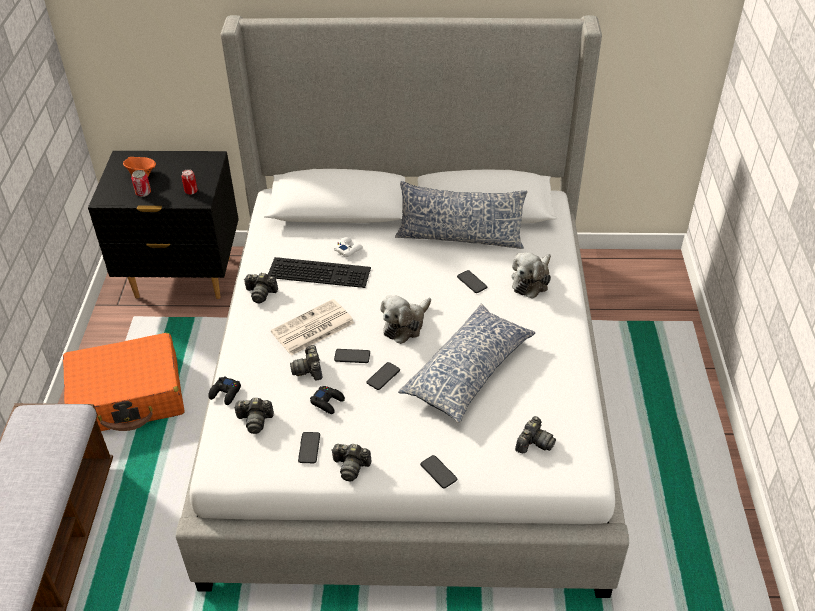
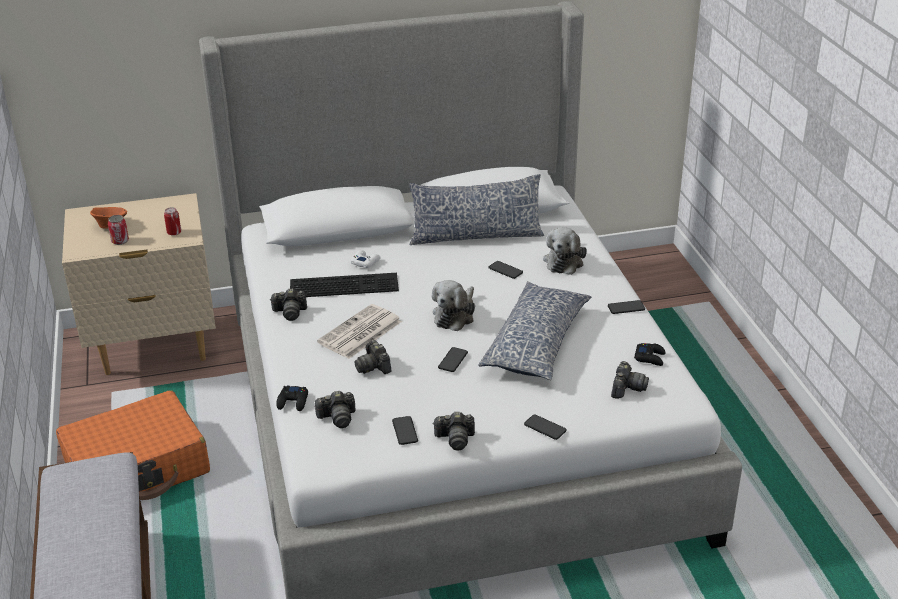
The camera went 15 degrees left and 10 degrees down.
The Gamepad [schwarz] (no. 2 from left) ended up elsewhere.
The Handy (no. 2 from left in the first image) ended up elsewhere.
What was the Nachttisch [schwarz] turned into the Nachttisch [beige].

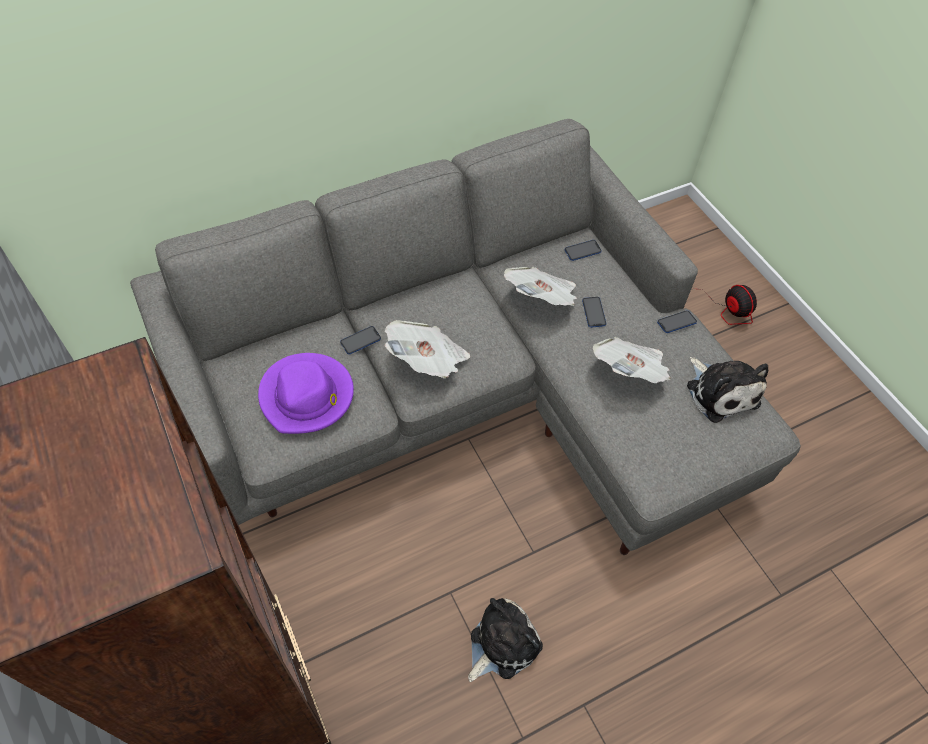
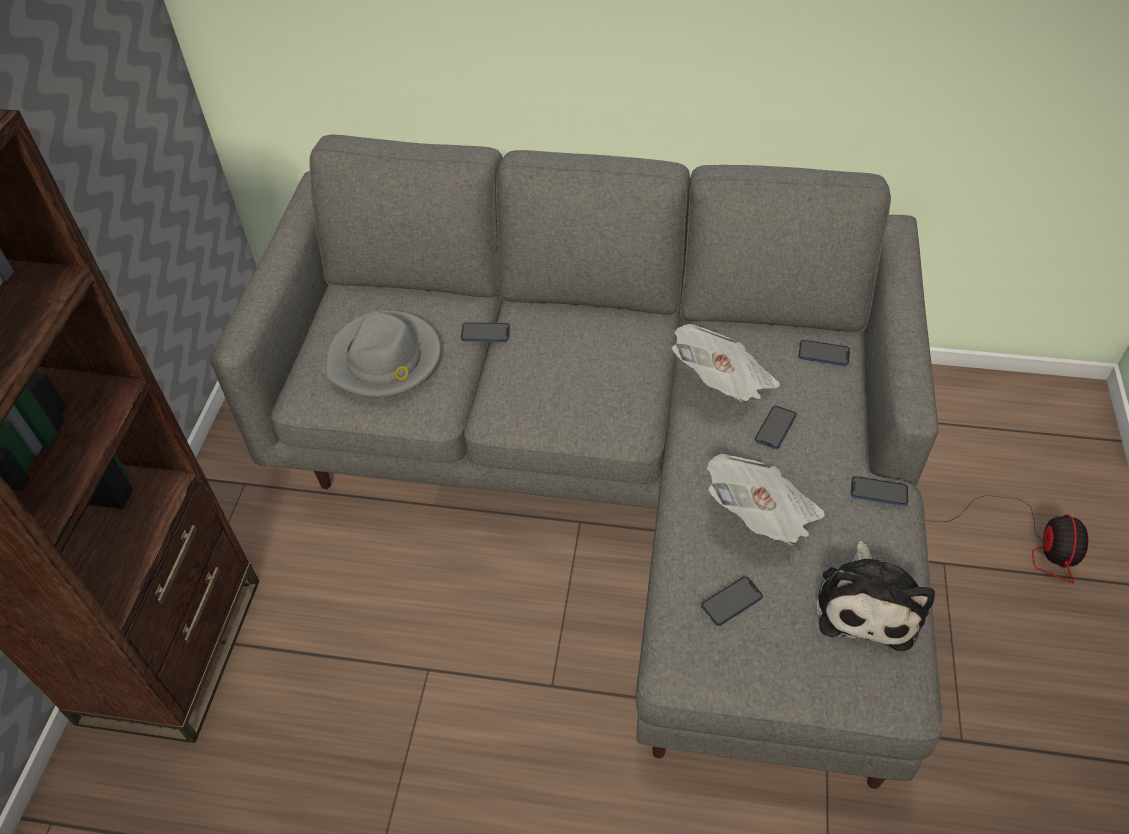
The camera went 40 degrees right and 5 degrees down.
The second view lost the Zeitung (no. 1 from left).
The second view lost the Plüschtier (no. 1 from left).
The second view gained the Handy (no. 2 from left).
What was the Hut [lila] turned into the Hut [grau].

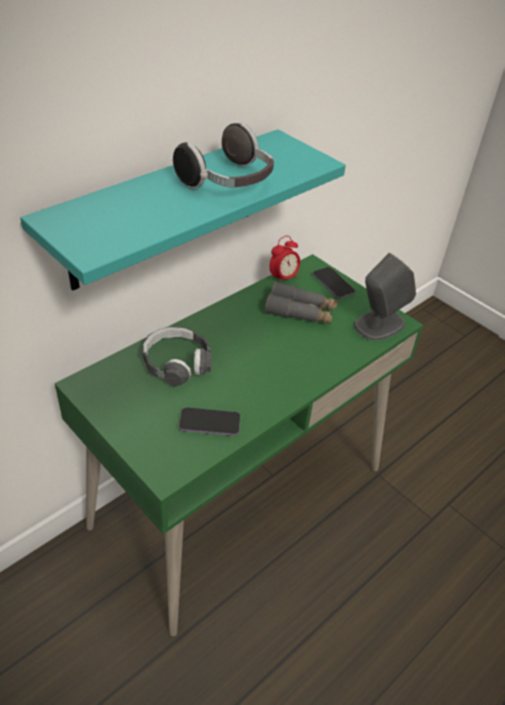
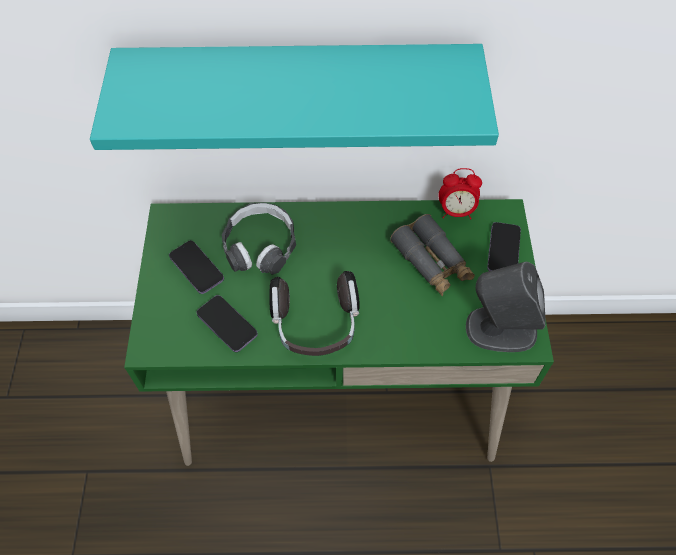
The camera went 45 degrees right and 15 degrees up.
The second view gained the Handy (no. 1 from left).
The Kopfhörer (no. 2 from left) ended up elsewhere.

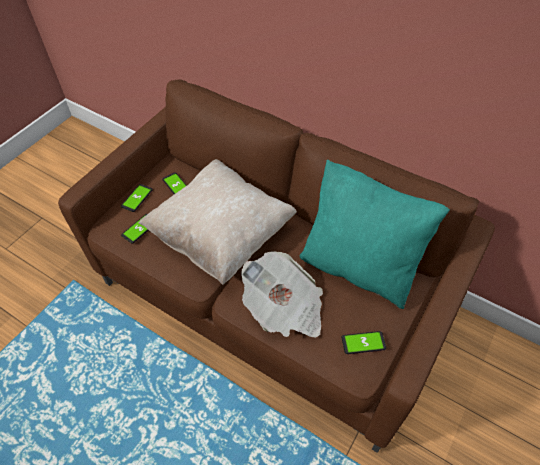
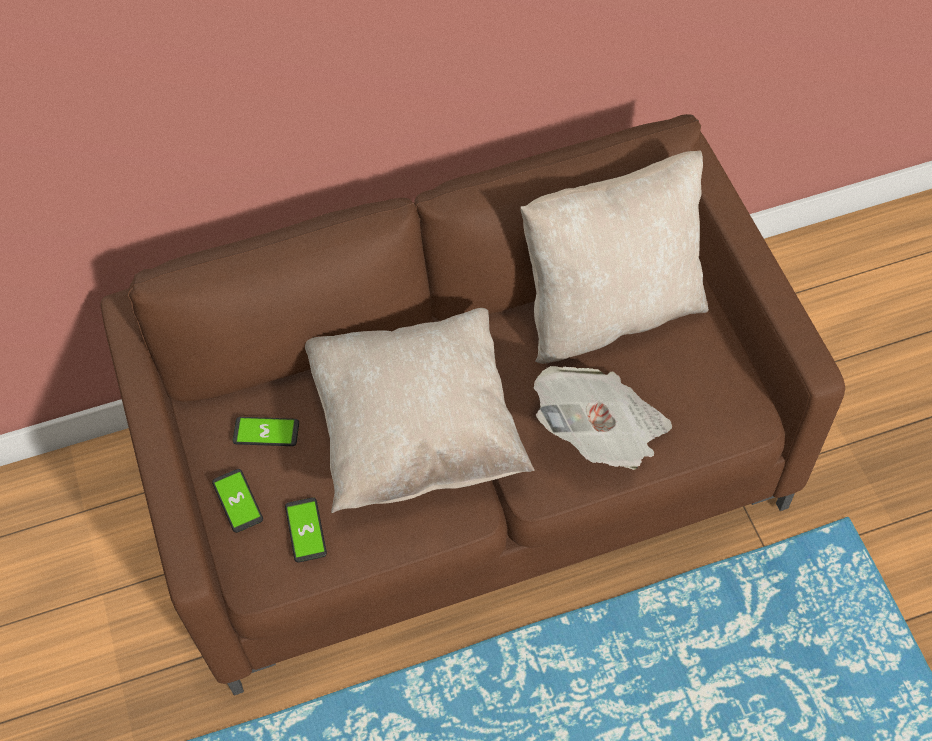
The camera went 50 degrees left and 5 degrees up.
The second view lost the Handy (no. 4 from left).
What was the Kissen [türkis] turned into the Kissen [beige] (no. 2 from left).

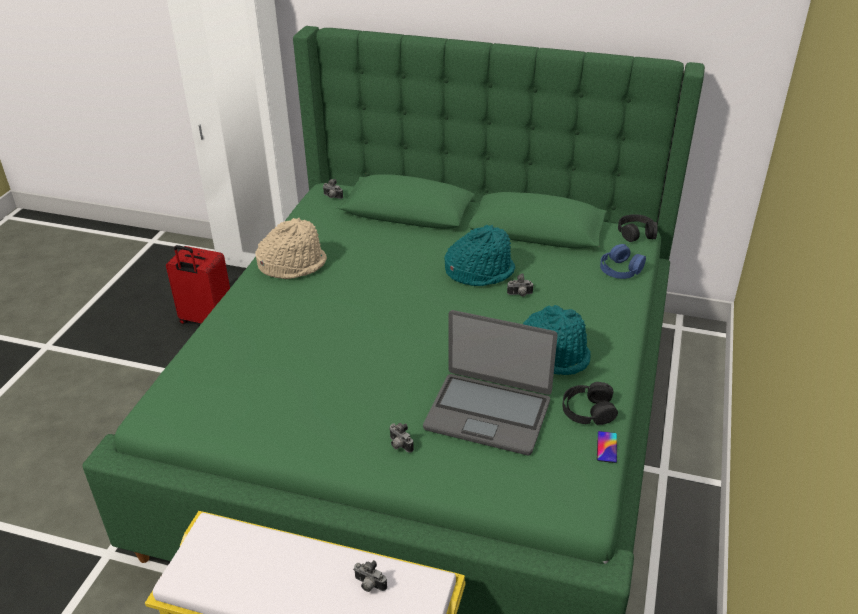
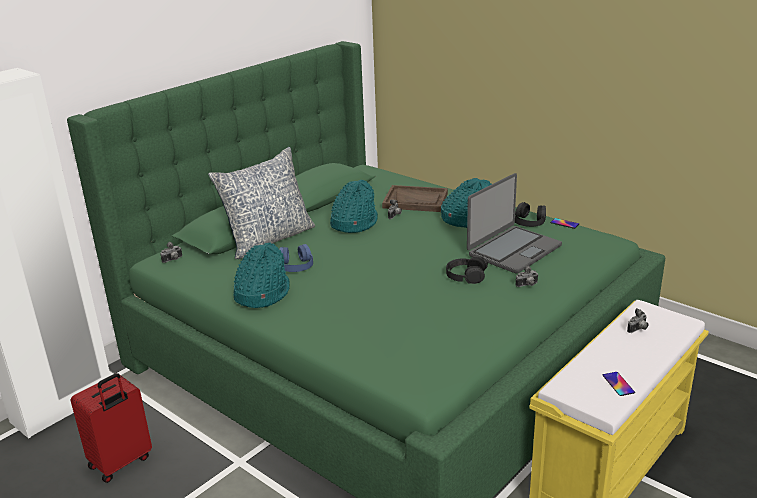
The camera went 65 degrees left and 10 degrees down.
The second view gained the Kissen.
The second view gained the Tablett [braun].
The second view gained the Handy (no. 2 from left).
The Kopfhörer [blau] ended up elsewhere.
The Kopfhörer [schwarz] (no. 2 from left in the first image) ended up elsewhere.
What was the Hut [beige] turned into the Hut [türkis] (no. 1 from left).

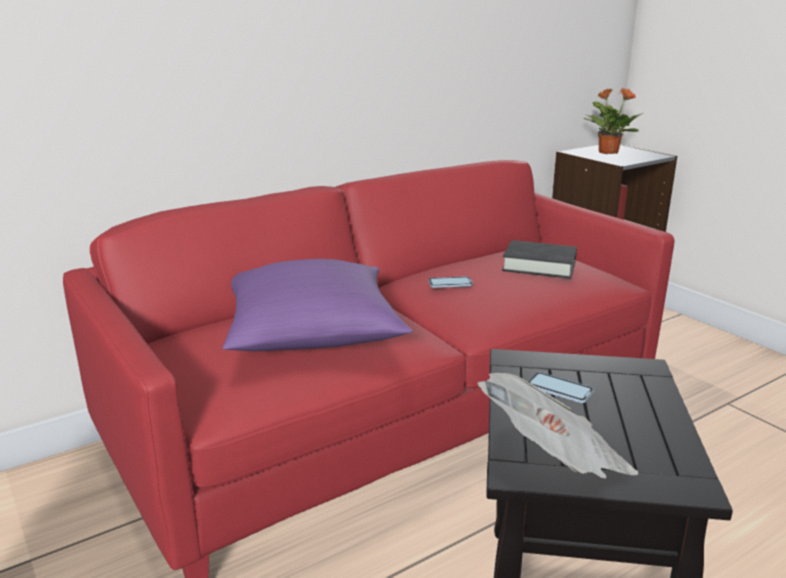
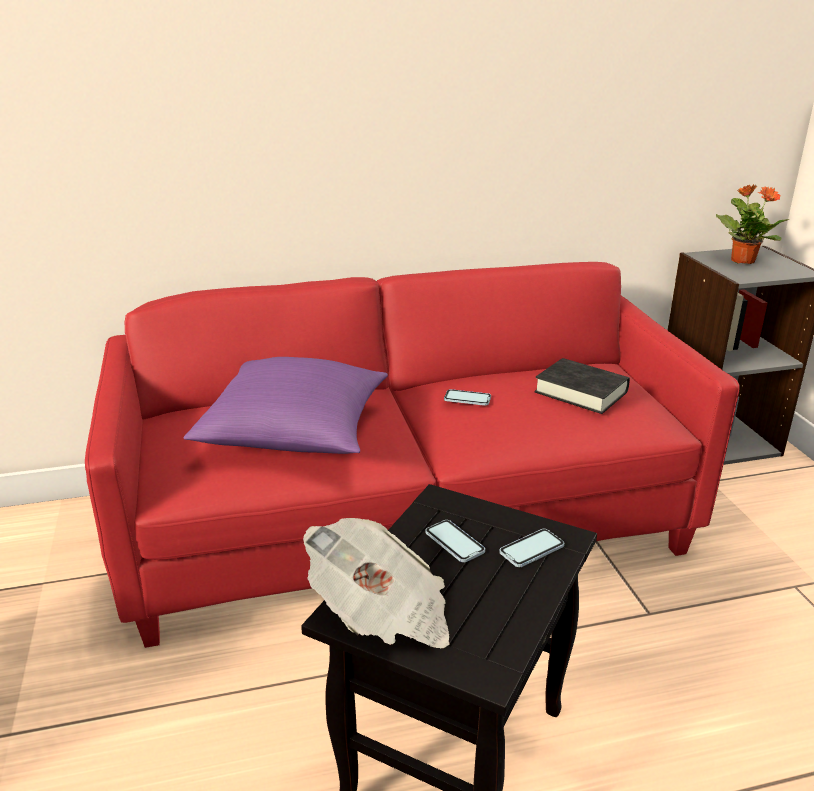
The camera went 20 degrees right and 5 degrees up.
The second view gained the Handy (no. 3 from left).

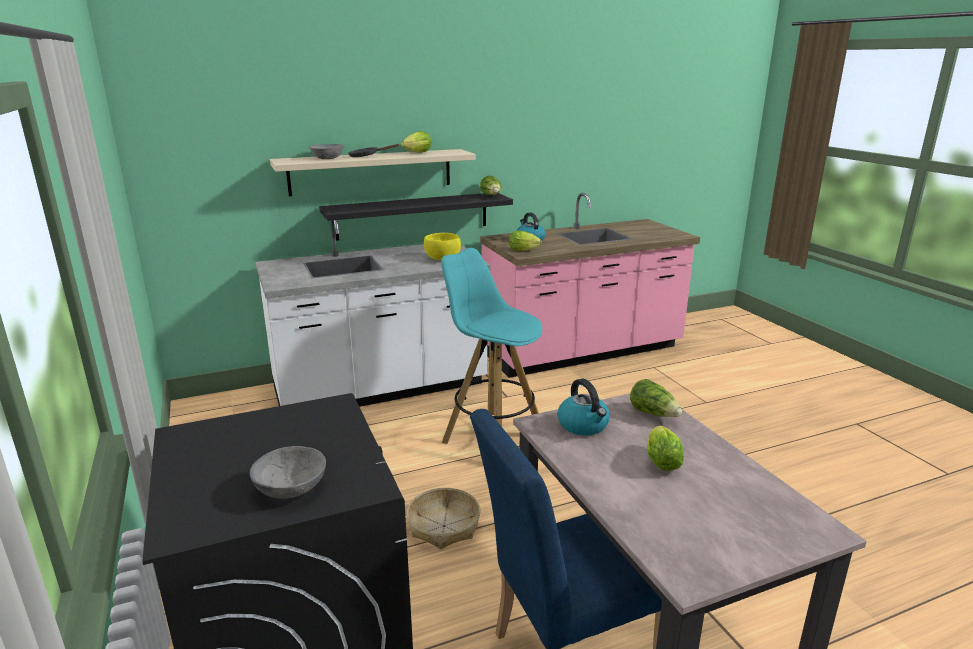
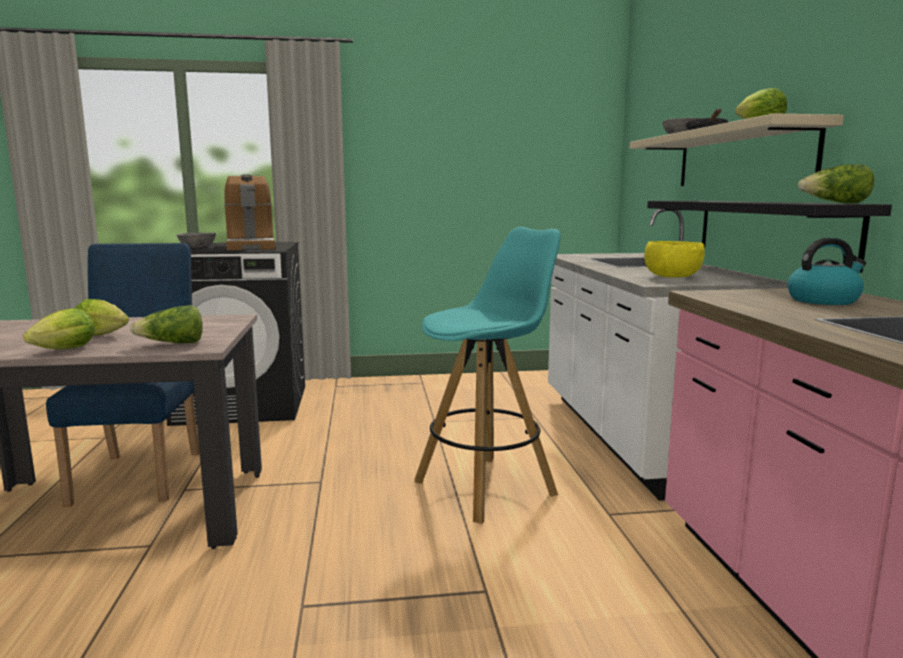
The camera went 105 degrees right and 10 degrees down.
The second view lost the Korb.
The second view lost the Wasserkessel (no. 2 from left).
The second view gained the Kaffeemaschine.
The Salatkopf (no. 3 from left in the first image) ended up elsewhere.

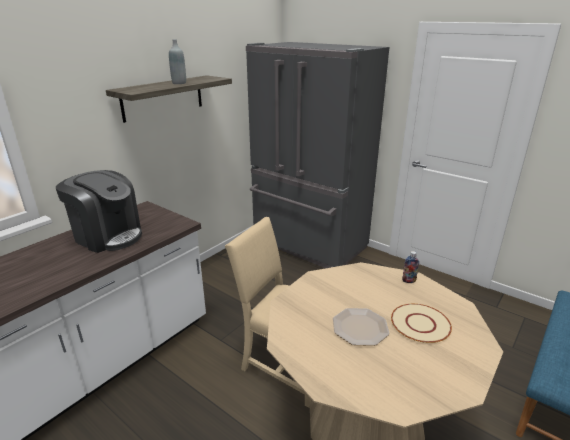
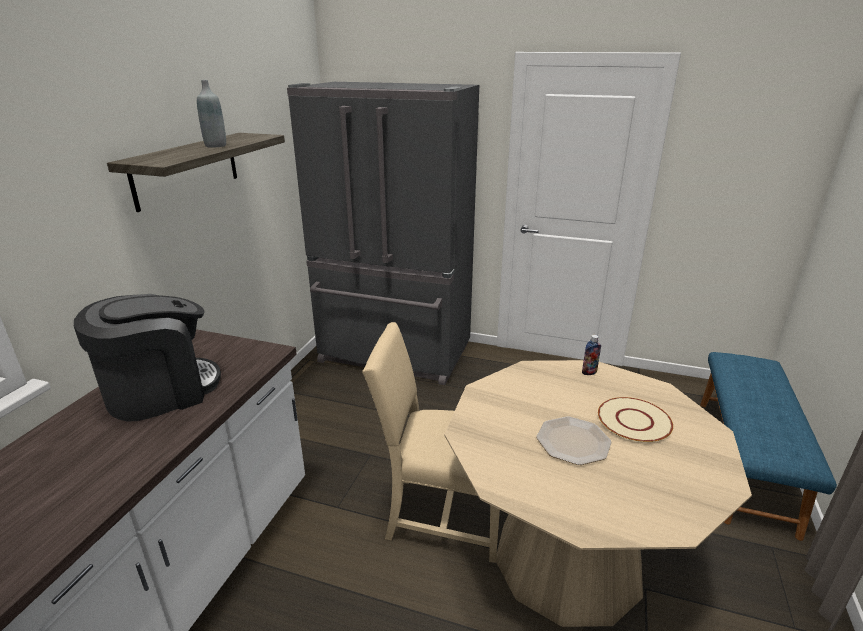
The camera went 20 degrees left and 0 degrees up.
The Kaffeemaschine ended up facing another way, 45 degrees counterclockwise from before.

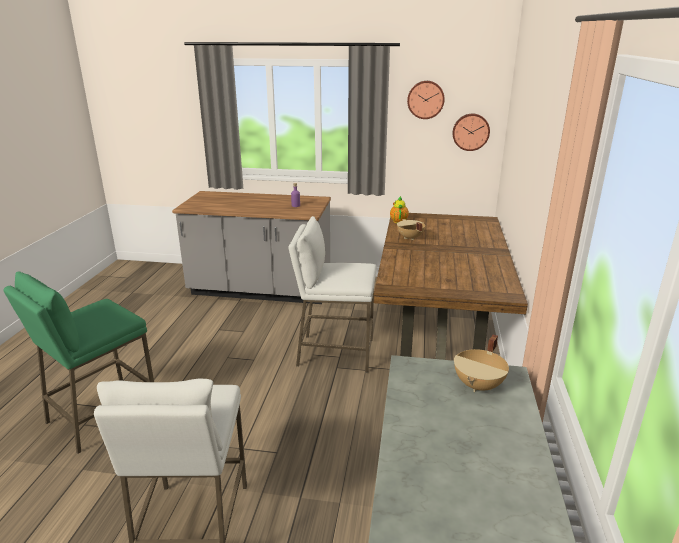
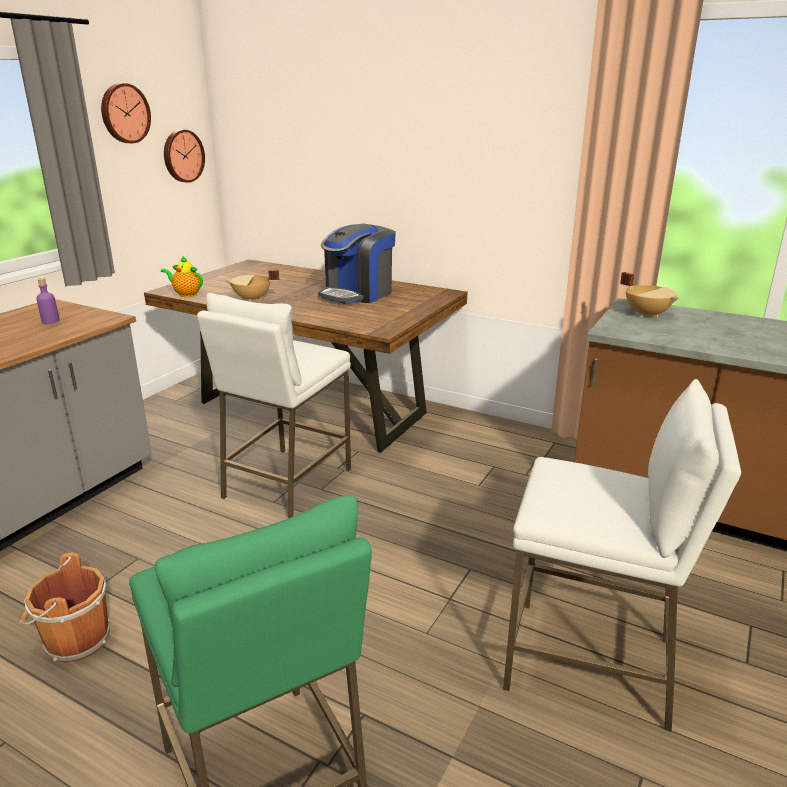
The camera went 70 degrees left and 0 degrees up.
The second view gained the Eimer [braun].
The second view gained the Kaffeemaschine.

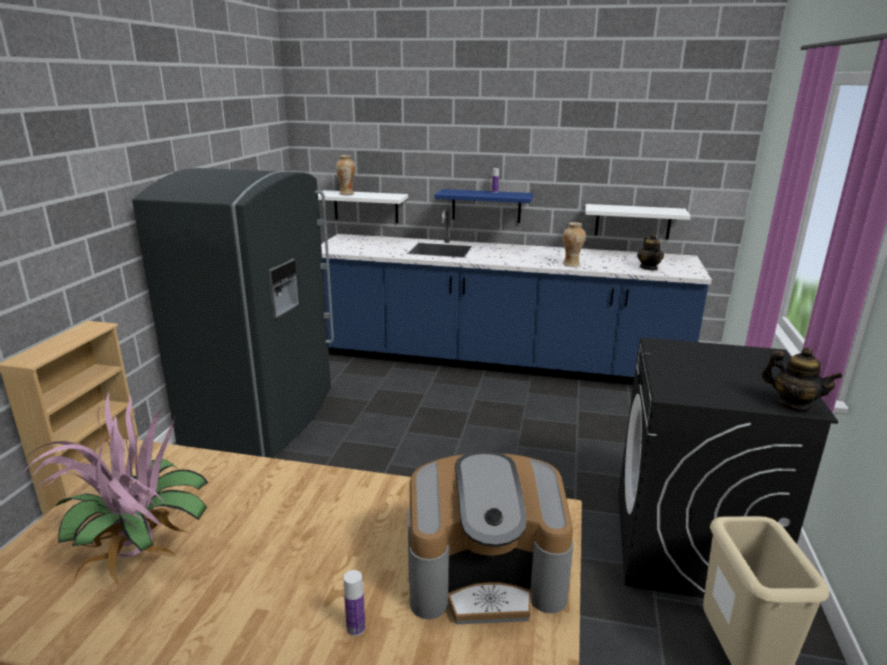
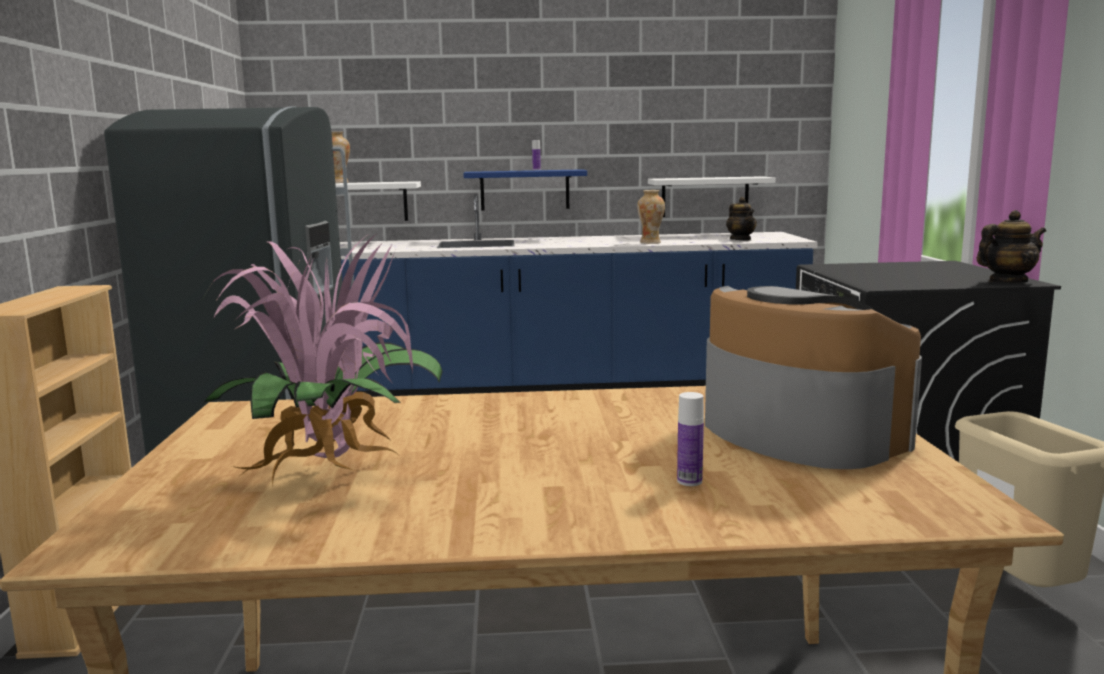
The camera went 15 degrees left and 10 degrees down.
The Kaffeemaschine ended up facing another way, 105 degrees counterclockwise from before.
The Teekanne (no. 2 from left) ended up facing another way, 45 degrees counterclockwise from before.

